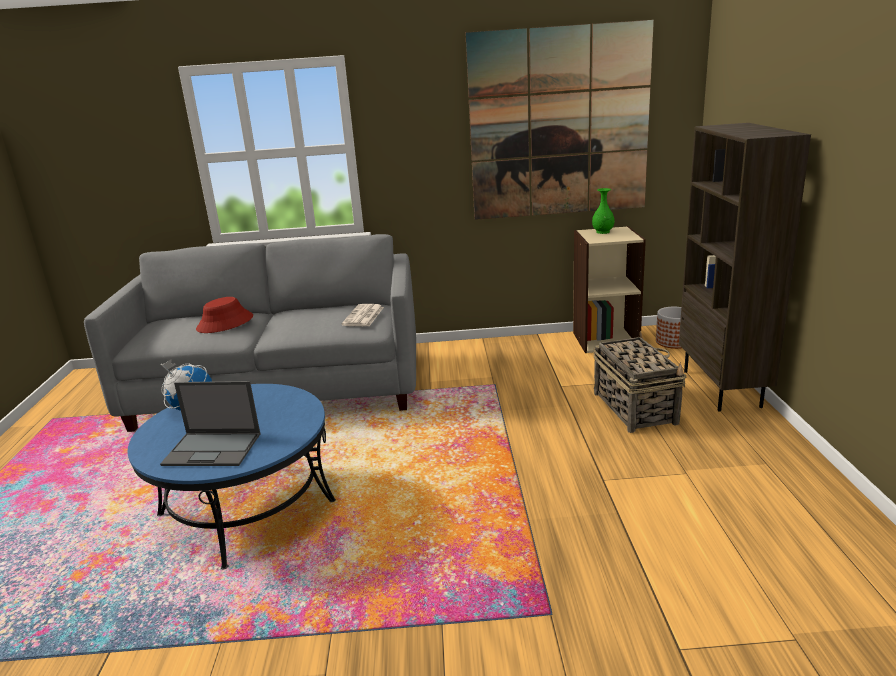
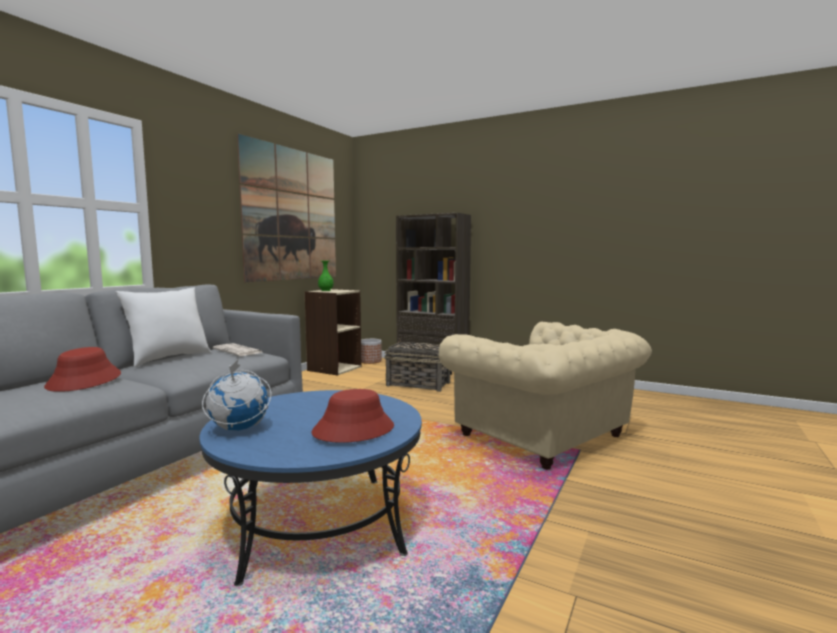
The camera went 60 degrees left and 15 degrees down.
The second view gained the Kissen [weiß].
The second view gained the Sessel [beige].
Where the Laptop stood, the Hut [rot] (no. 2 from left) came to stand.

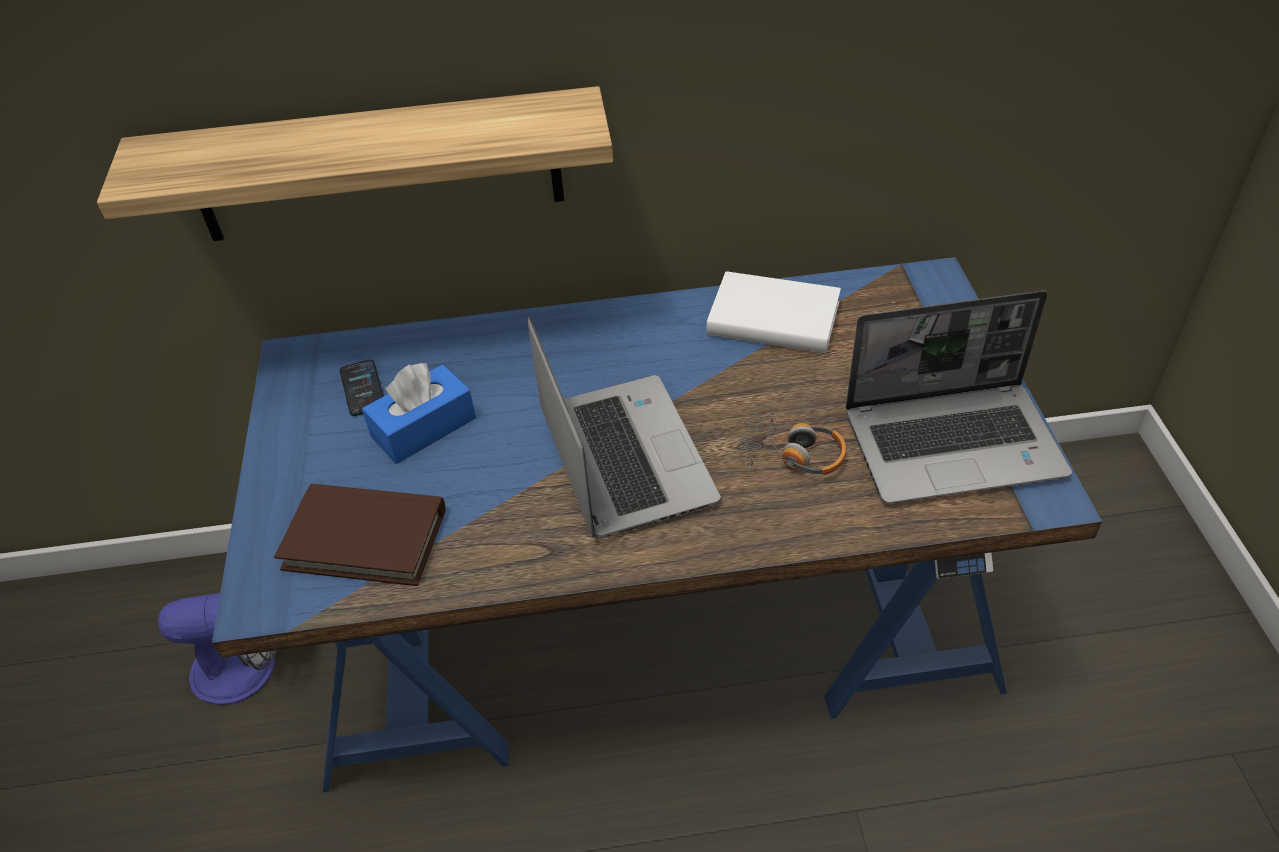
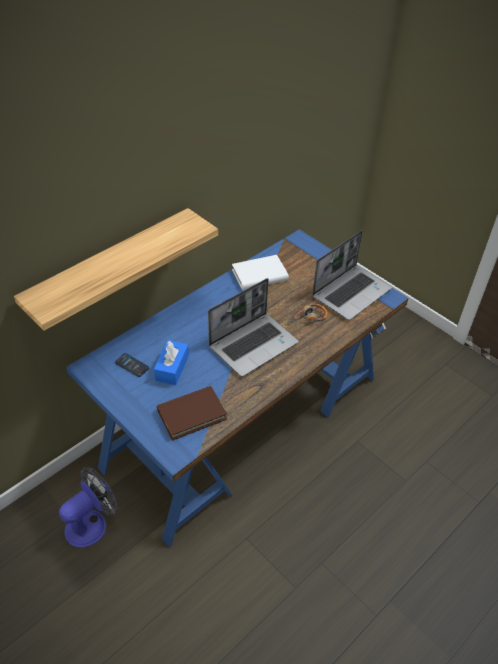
The camera went 40 degrees left and 0 degrees up.
The Laptop (no. 1 from left) ended up facing another way, 105 degrees clockwise from before.

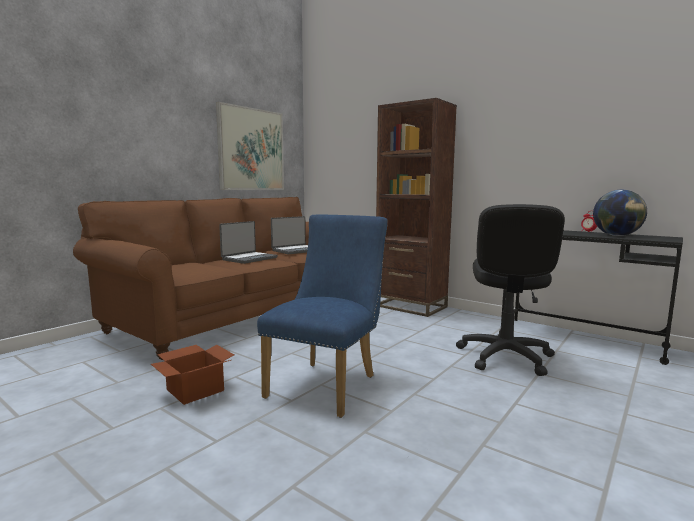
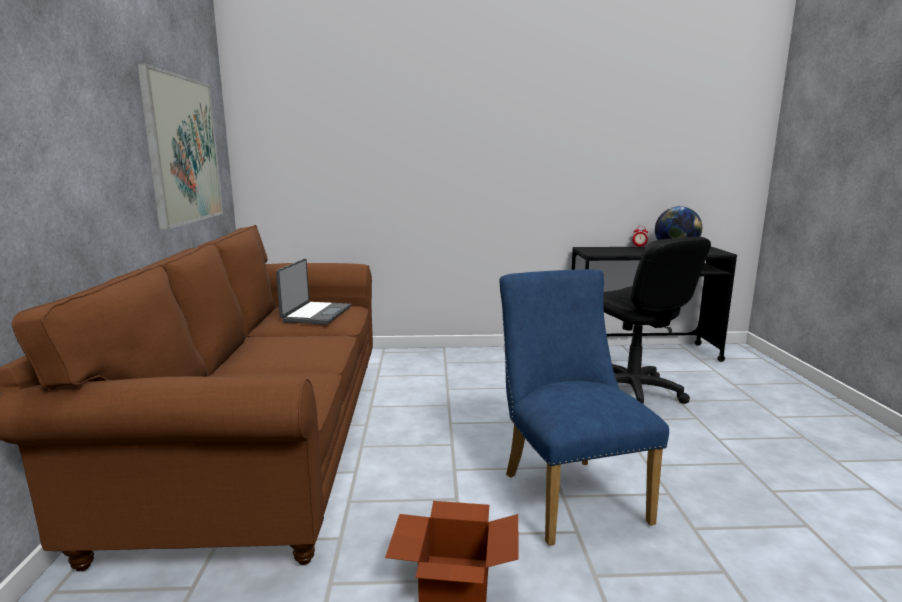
The camera went 40 degrees left and 5 degrees up.
The second view lost the Laptop (no. 1 from left).
The second view lost the Bücherregal [braun].

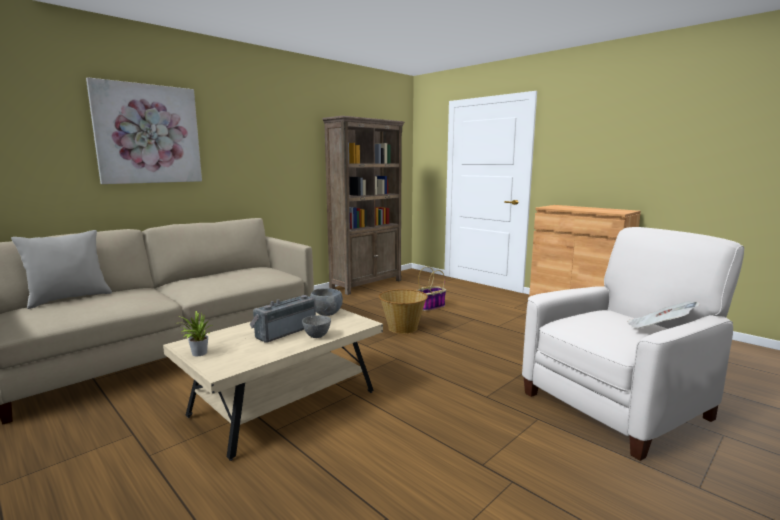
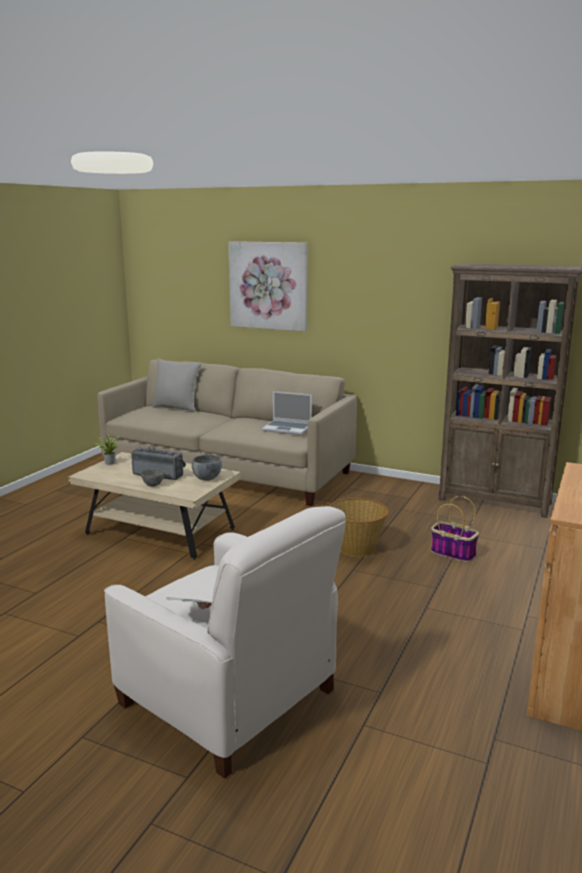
The camera went 70 degrees right and 5 degrees up.
The second view gained the Laptop.

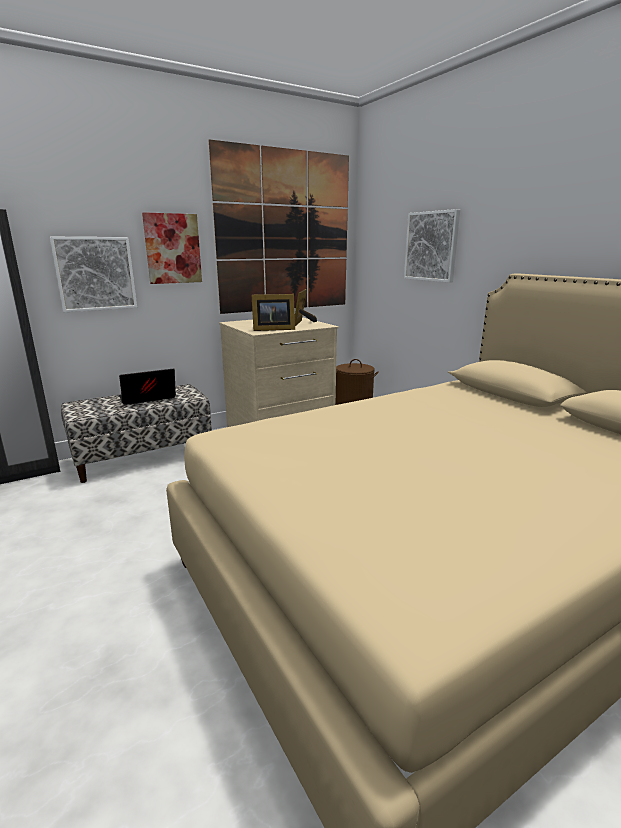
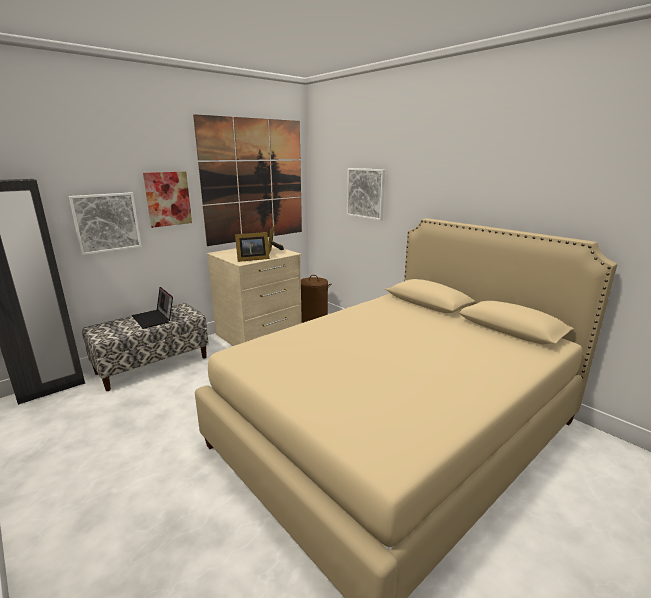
The camera went 10 degrees left and 0 degrees up.
The Laptop ended up facing another way, 90 degrees counterclockwise from before.

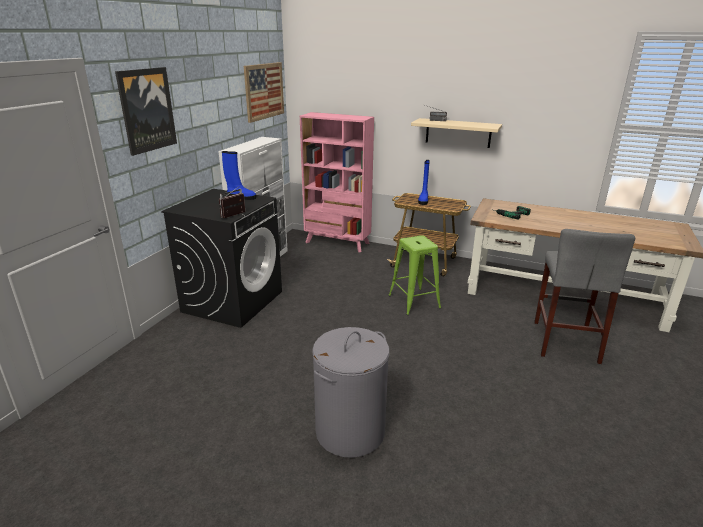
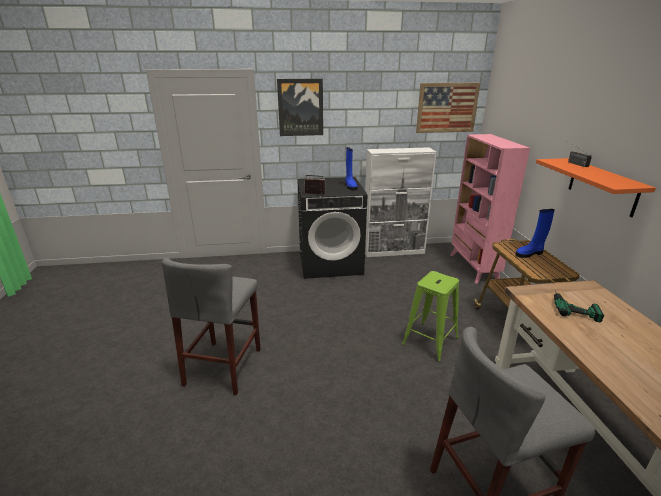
The camera went 60 degrees right and 0 degrees up.
Where the Wäschekorb [grau] stood, the Hocker [grau] (no. 1 from left) came to stand.
What was the Wandregal [beige] turned into the Wandregal [orange].

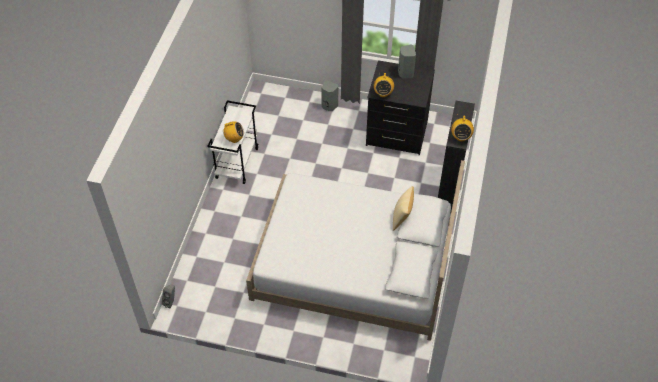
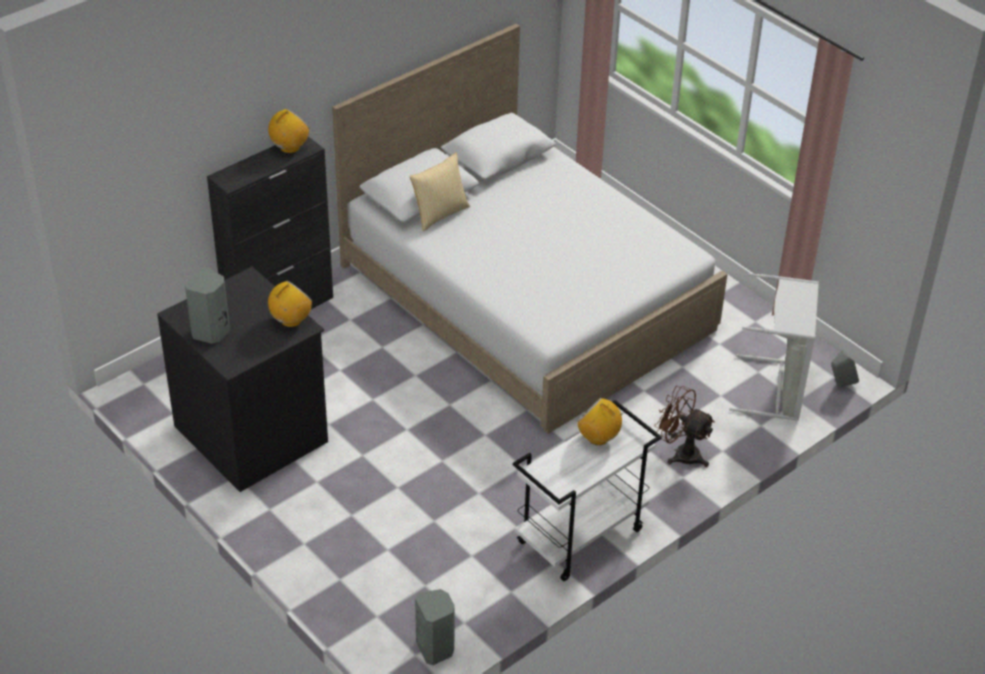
The camera went 145 degrees left and 10 degrees down.
The second view gained the Ventilator [braun].
The second view gained the Wäschekorb [grau].
The Lautsprecher [grau] (no. 2 from left) ended up elsewhere.

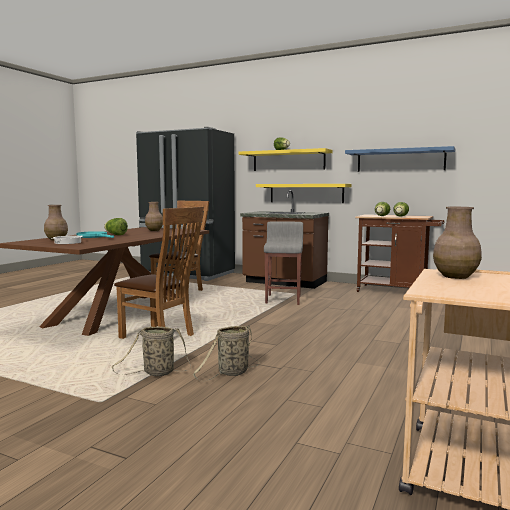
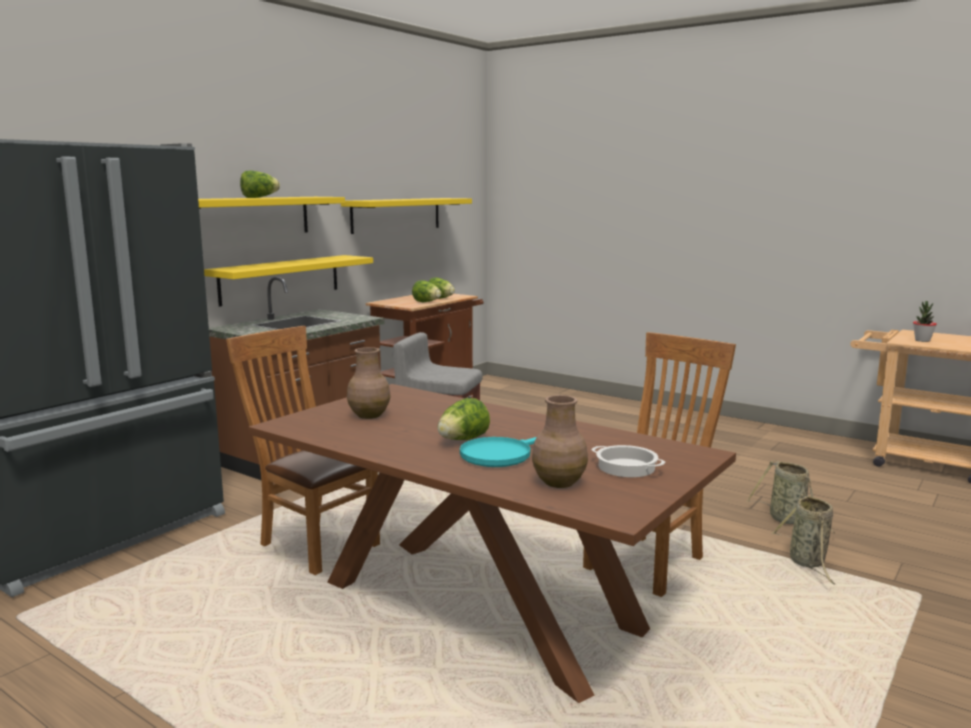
The camera went 80 degrees left and 5 degrees up.
Where the Vase [braun] (no. 3 from left) stood, the Topfpflanze came to stand.
What was the Wandregal [blau] turned into the Wandregal [gelb] (no. 3 from left).

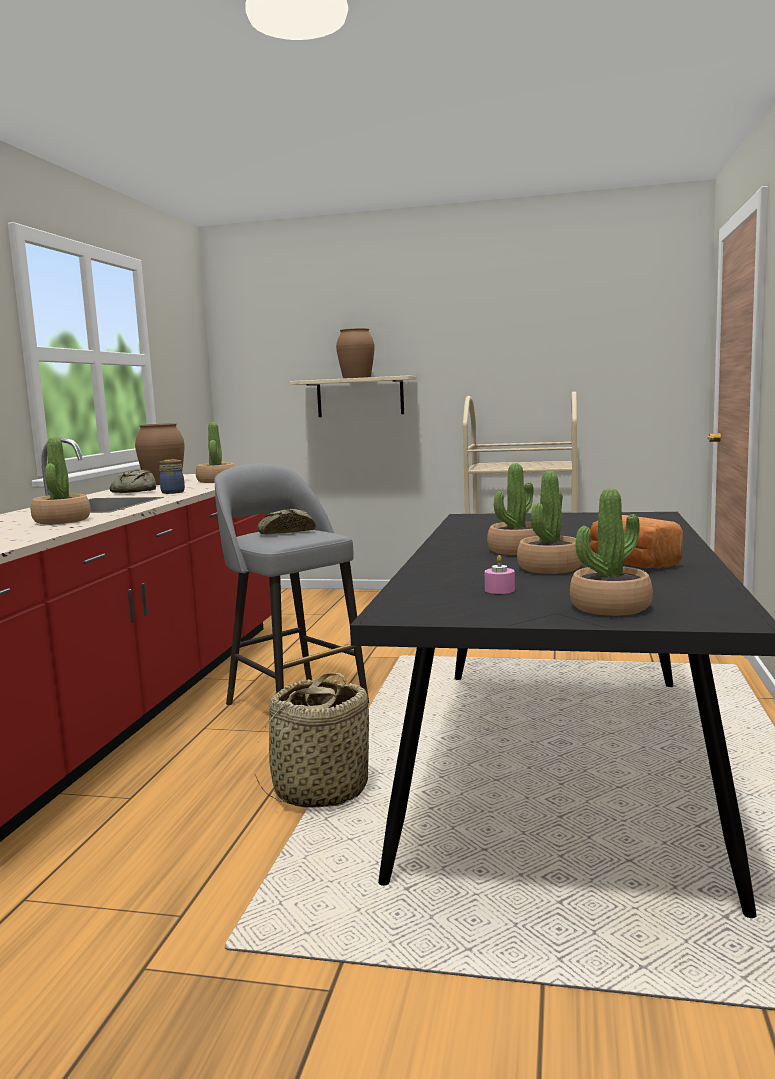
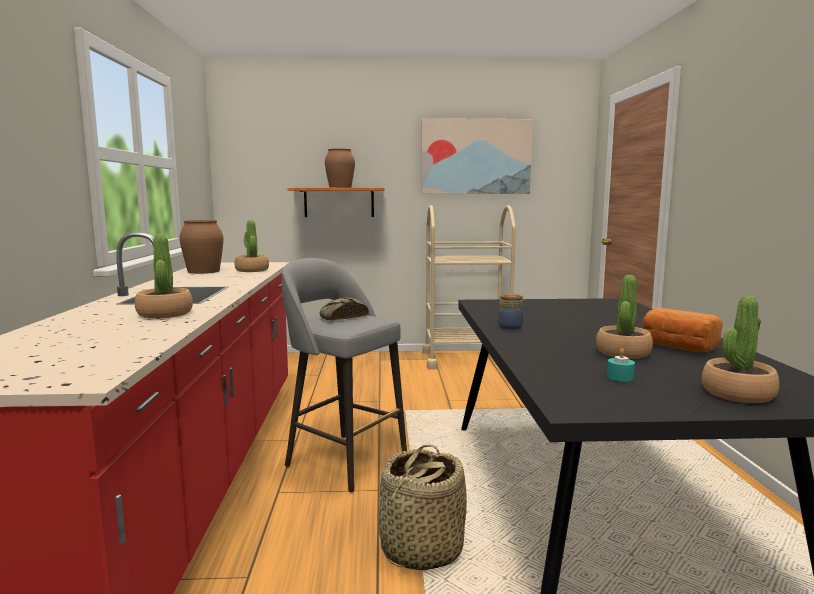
The camera went 15 degrees left and 0 degrees up.
The second view lost the Brot (no. 1 from left).
The second view lost the Topfpflanze (no. 3 from left).
The second view gained the Bild.
The Vorratsglas ended up elsewhere.
What was the Wandregal [beige] turned into the Wandregal [orange].
What was the Kerze [rosa] turned into the Kerze [türkis].

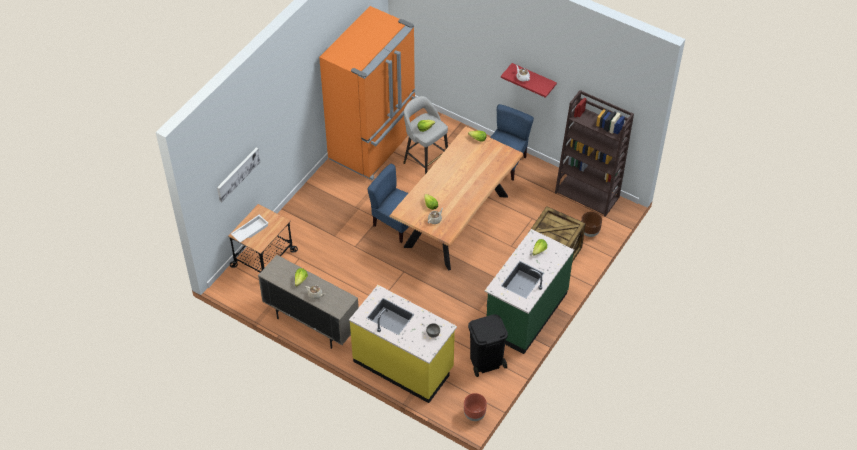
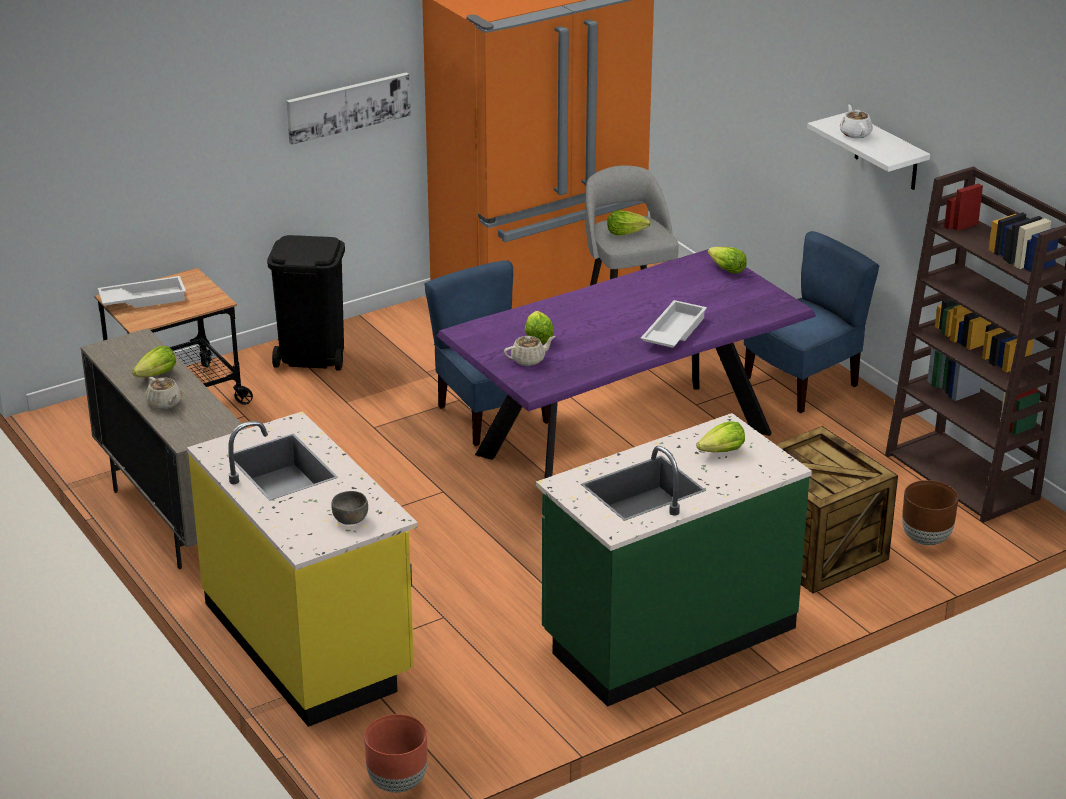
The camera went 25 degrees right and 20 degrees down.
The second view gained the Tablett [weiß] (no. 2 from left).
The Bild ended up elsewhere.
The Mülleimer [schwarz] ended up elsewhere.
What was the Esstisch [braun] turned into the Esstisch [lila].
What was the Wandregal [rot] turned into the Wandregal [weiß].

